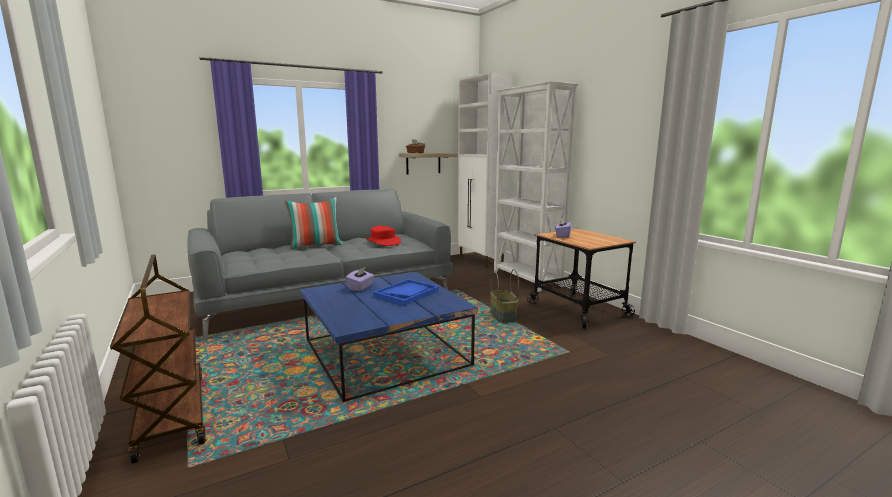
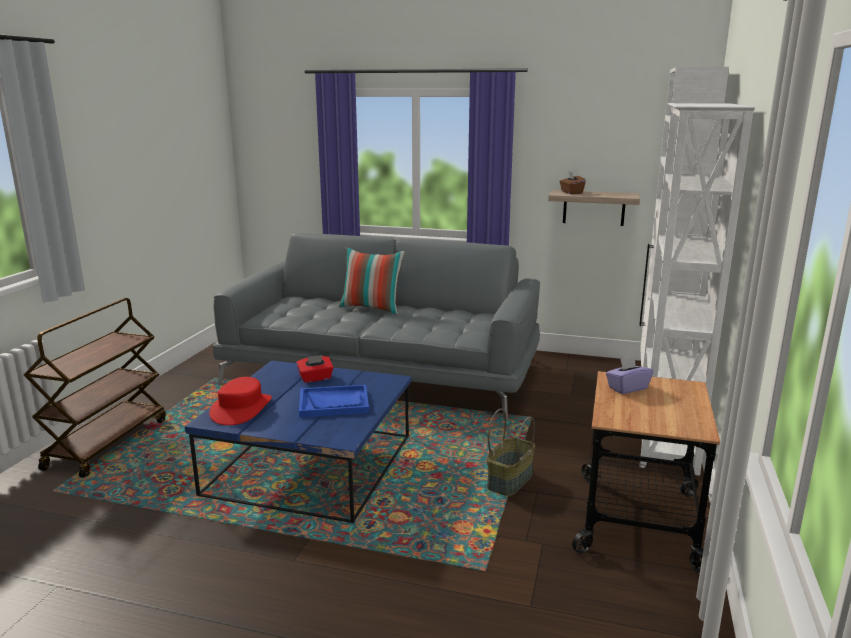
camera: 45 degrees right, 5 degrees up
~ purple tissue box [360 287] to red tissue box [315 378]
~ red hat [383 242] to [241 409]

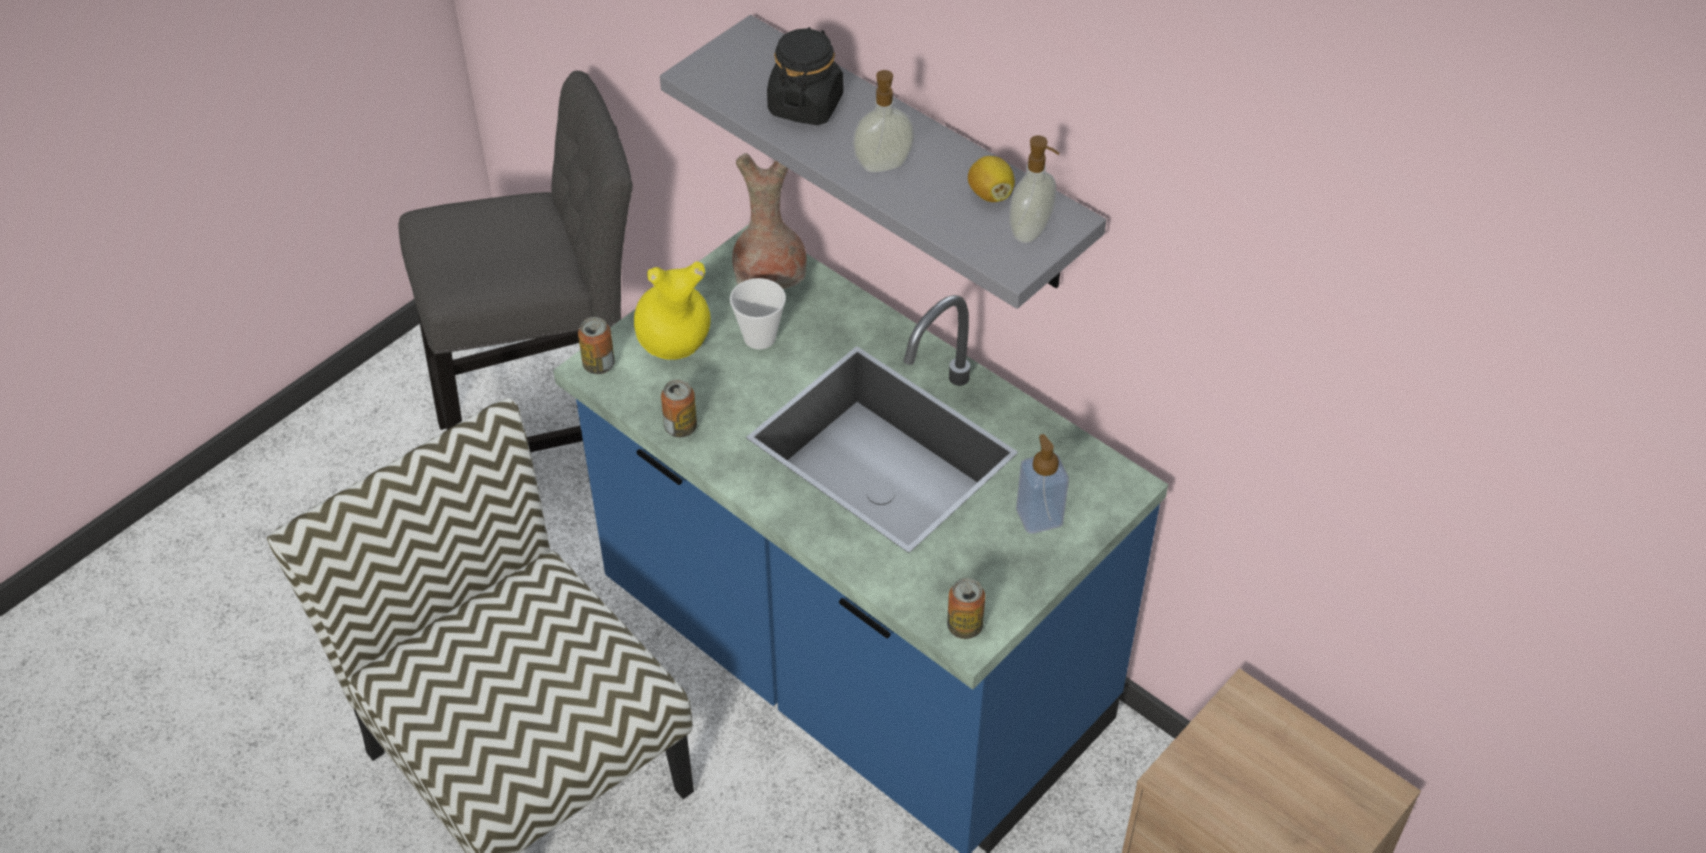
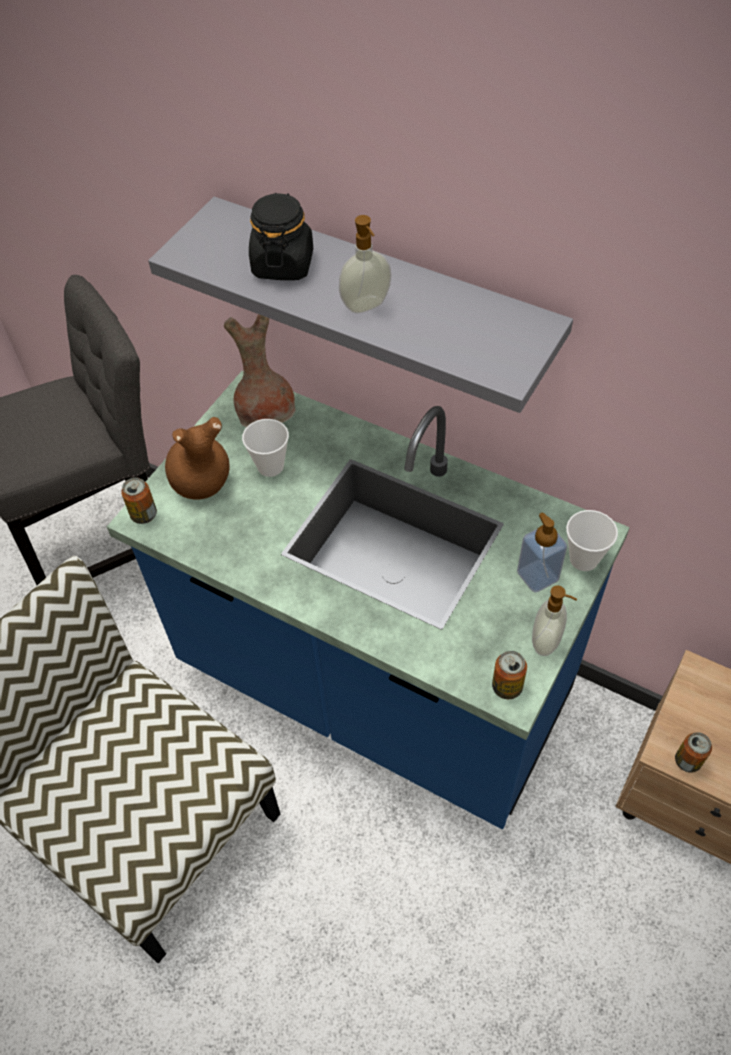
camera: 10 degrees left, 5 degrees up
~ yellow vase [673 343] to brown vase [201 484]
~ can [680 427] to [687 761]
- lemon [990 194]
~ soap dispenser [1031 231] to [547 642]
+ cup [583 559]

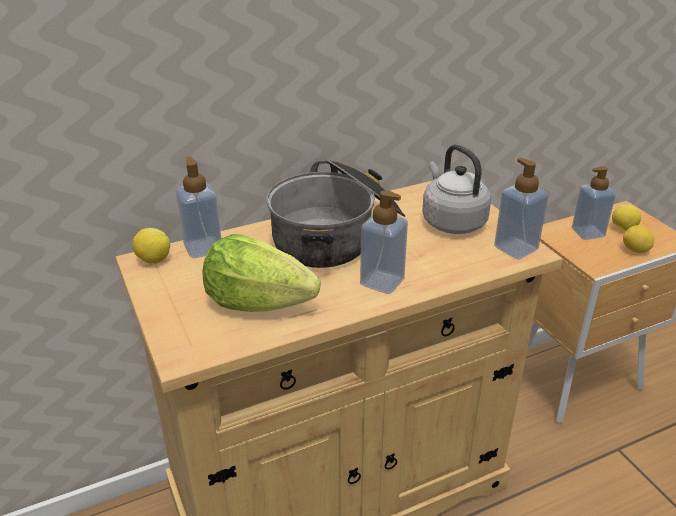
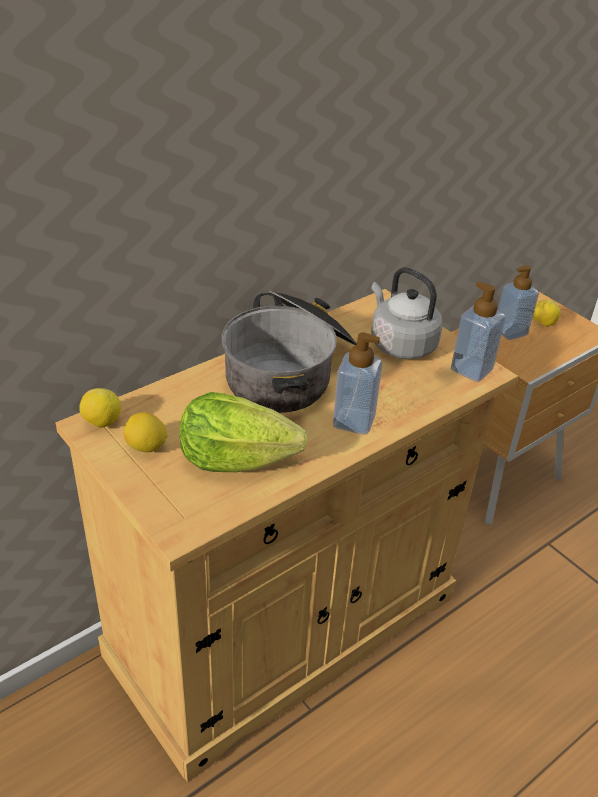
camera: 15 degrees left, 5 degrees up
- soap dispenser [203 248]
~ lemon [635 250] to [146 447]

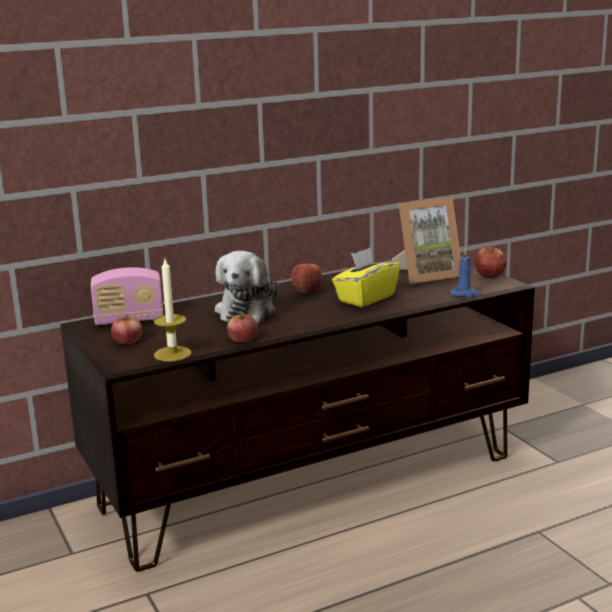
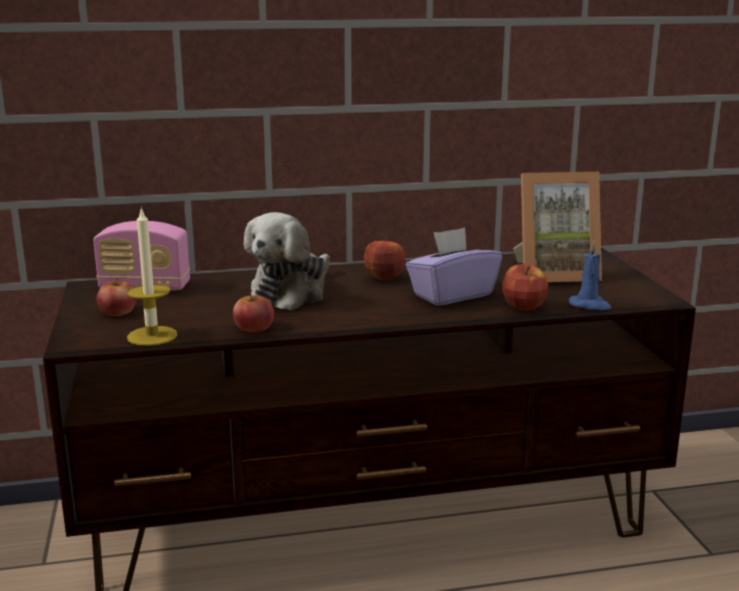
camera: 15 degrees right, 0 degrees up
~ yellow tissue box [365 298] to purple tissue box [452 295]
~ apple [489 275] to [523 306]

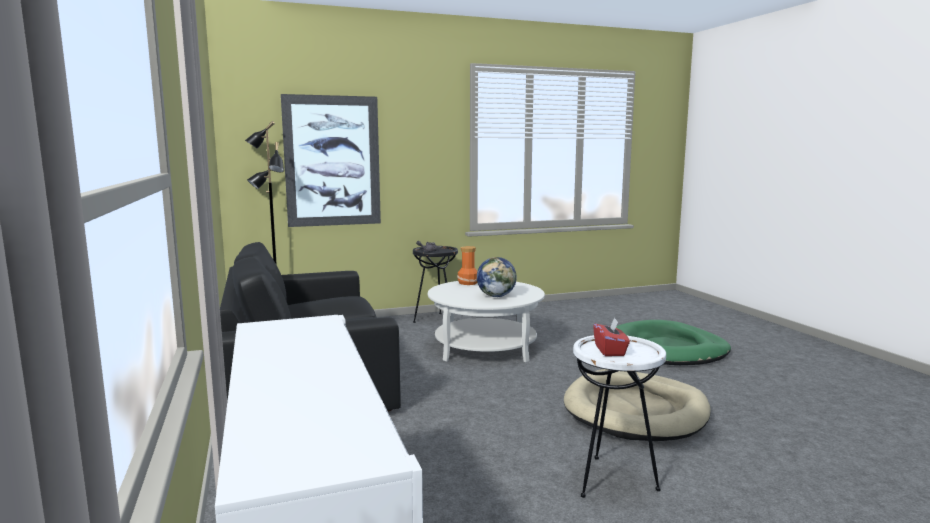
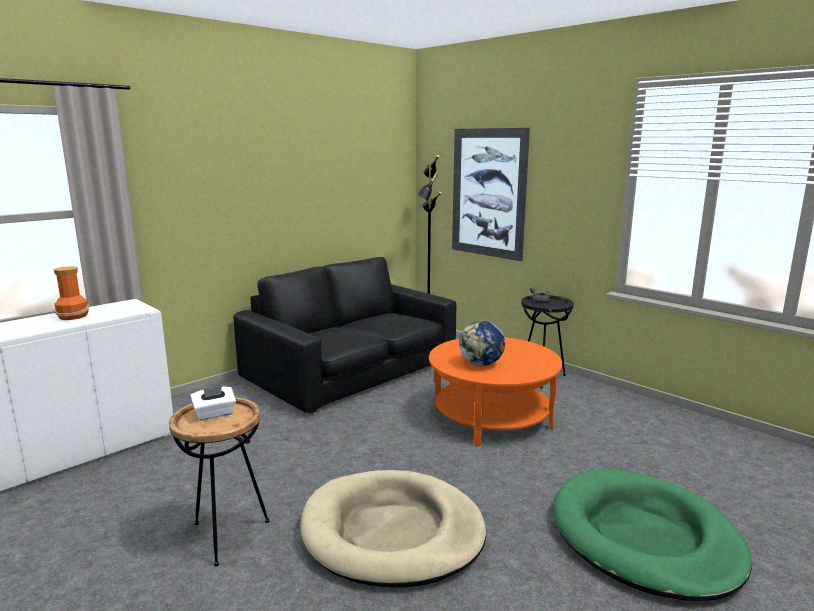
camera: 65 degrees right, 5 degrees up
~ white coffee table [485 347] to orange coffee table [491 417]
~ vase [467 283] to [74 316]
~ white side table [612 480] to brown side table [227 536]
~ red tissue box [610 350] to white tissue box [214 414]

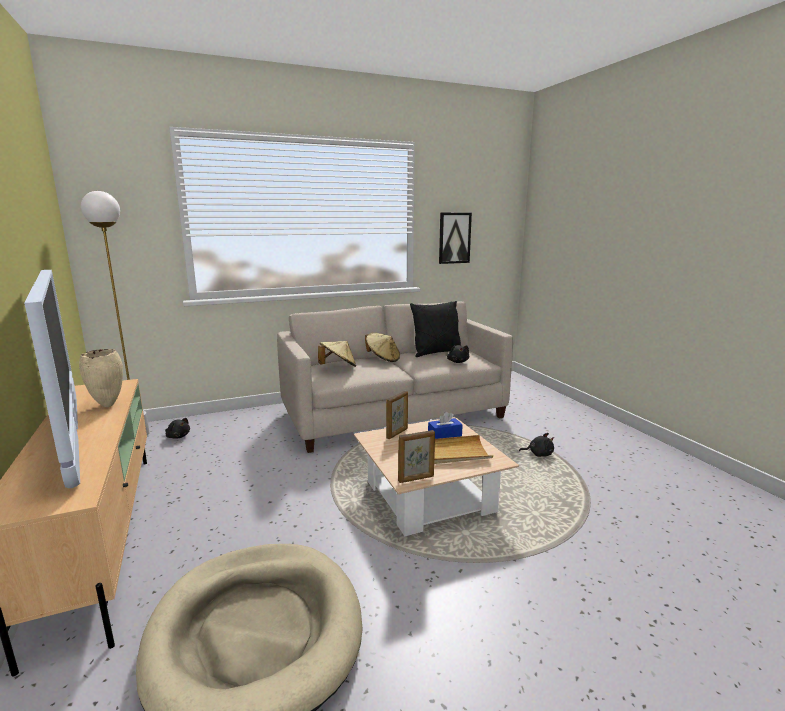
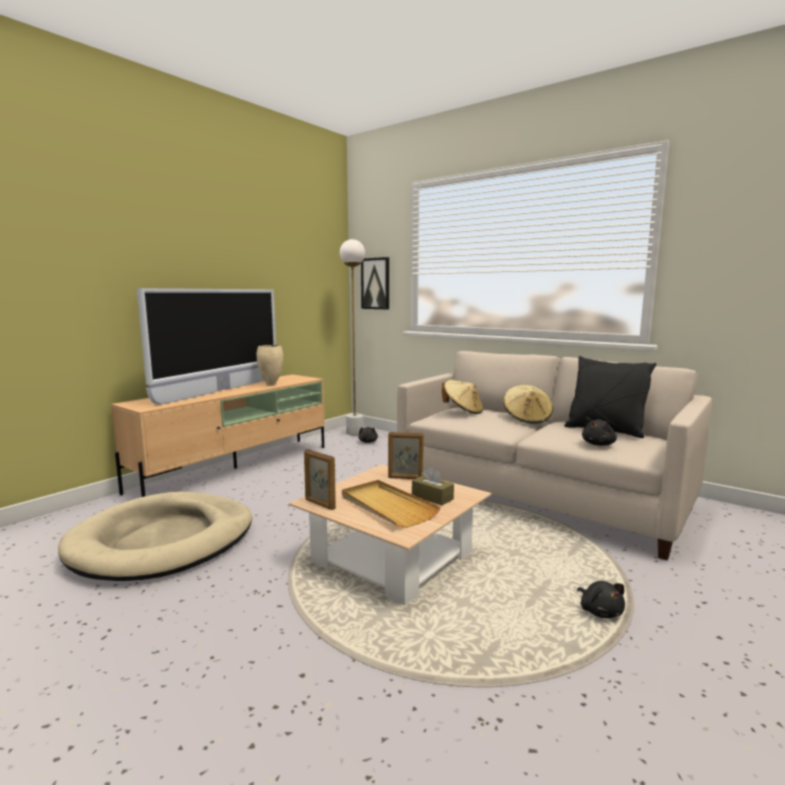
camera: 60 degrees right, 5 degrees down
~ blue tissue box [444 435] to brown tissue box [432 497]
~ picture [454 238] to [375 283]

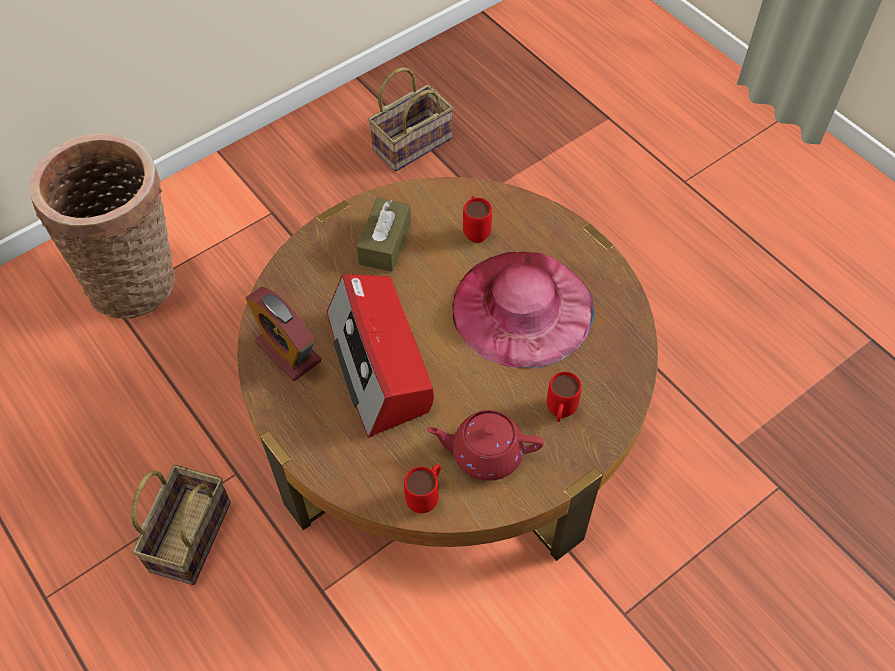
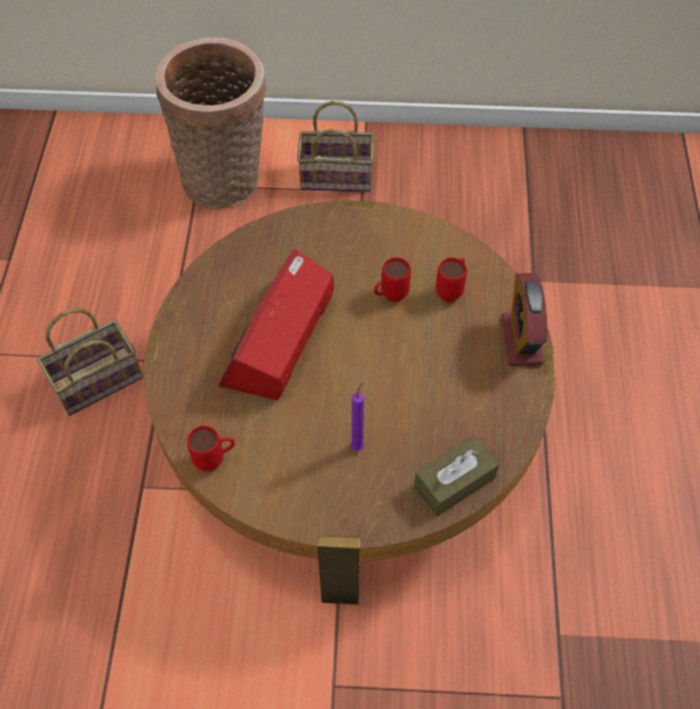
camera: 40 degrees right, 0 degrees up
~ alarm clock [288 351] to [521 340]
~ brown tissue box [385 243] to [454 482]
~ basket [413 142] to [338 176]
- red teapot [485 453]
- pink hat [522 308]
~ red mug [559 414] to [389 296]
+ purple candle [358 445]

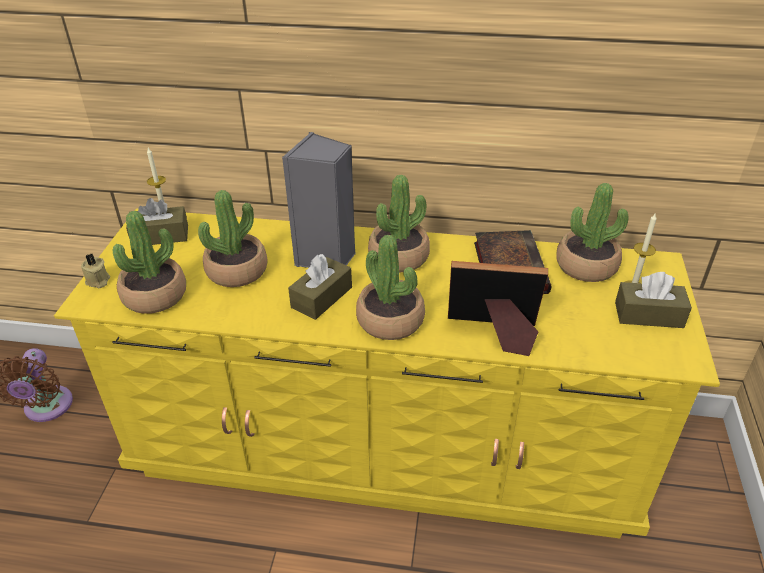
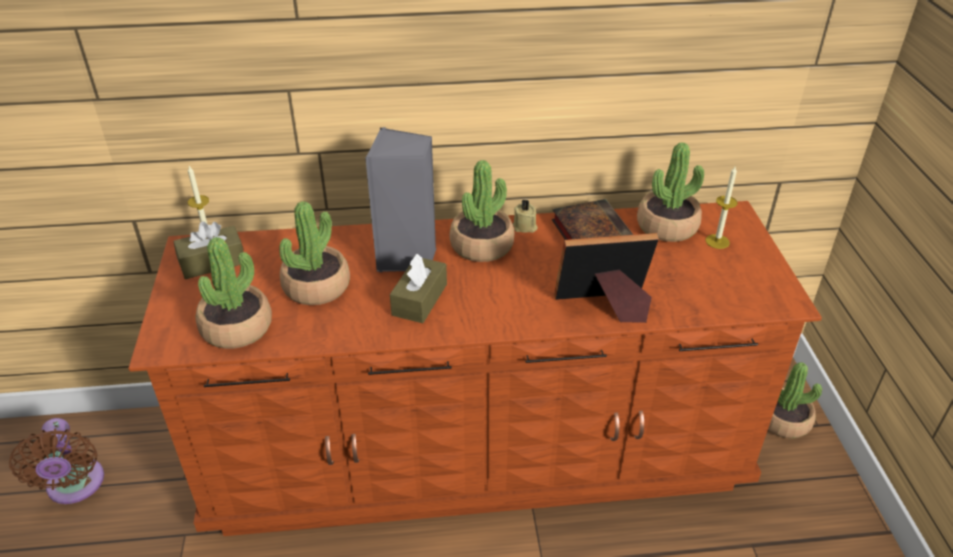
camera: 15 degrees left, 0 degrees up
~ yellow dresser [383 446] to brown dresser [476 450]
~ beige candle [98 281] to [525 227]
~ potted plant [390 320] to [784 420]
- brown tissue box [648 315]

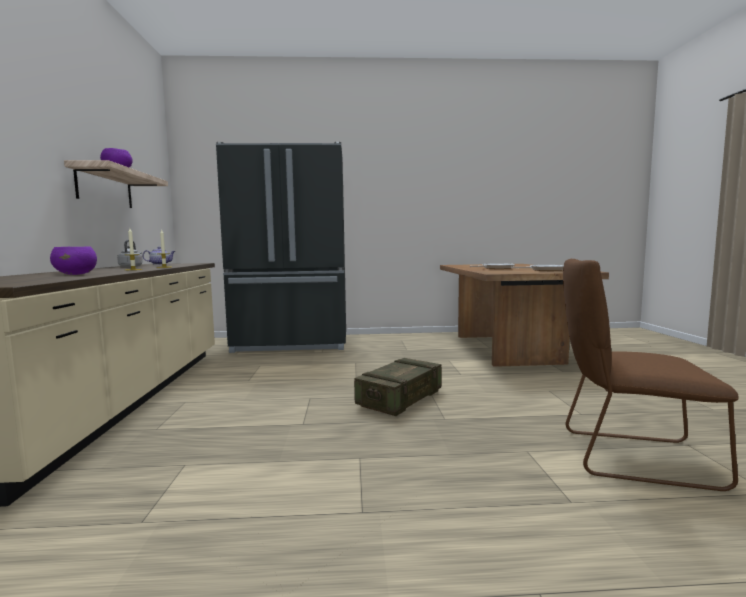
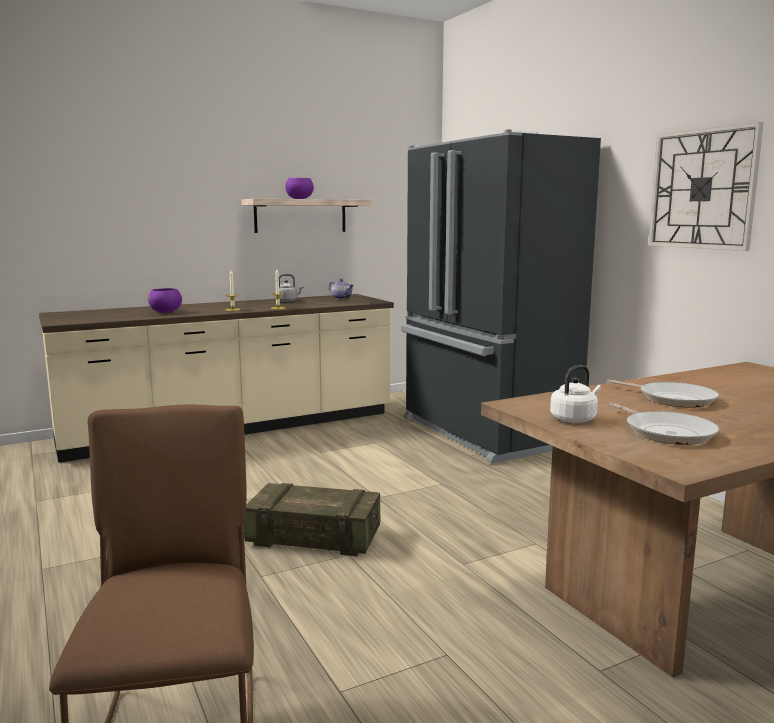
camera: 65 degrees right, 5 degrees up
+ white kettle [574 419]
+ wall clock [702 189]

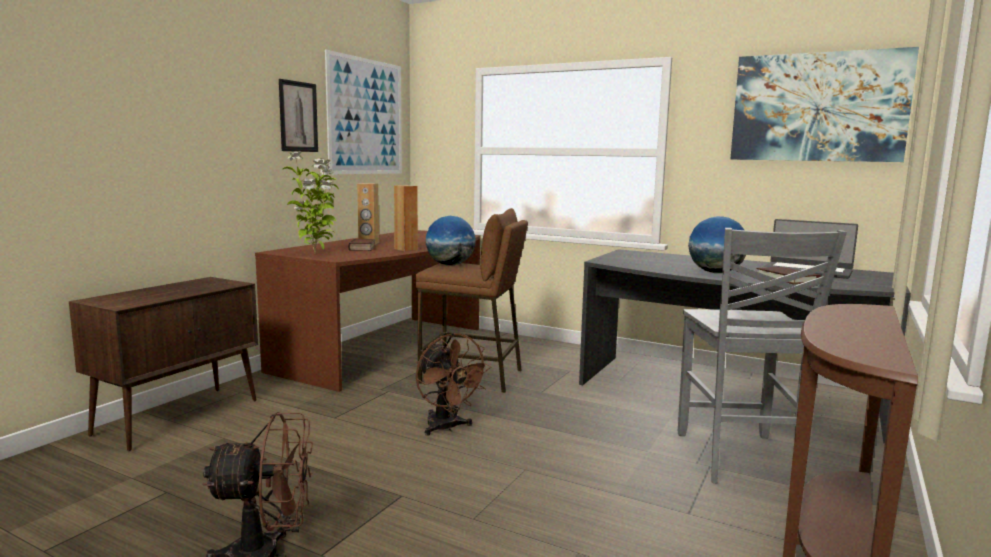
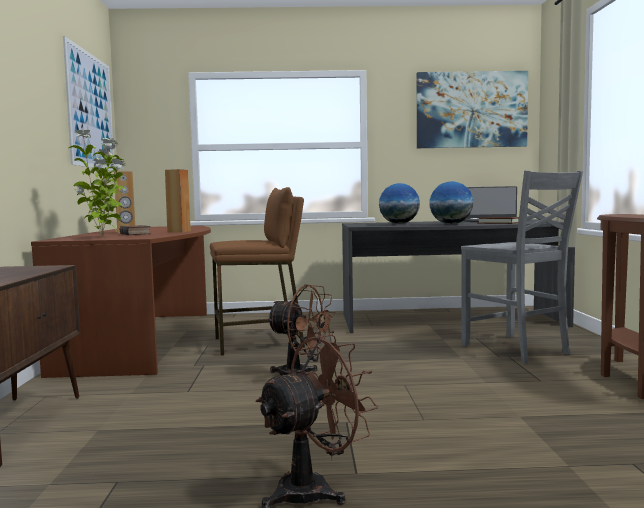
camera: 30 degrees left, 5 degrees down
- picture [298 116]
~ globe [450 265] to [399 224]

